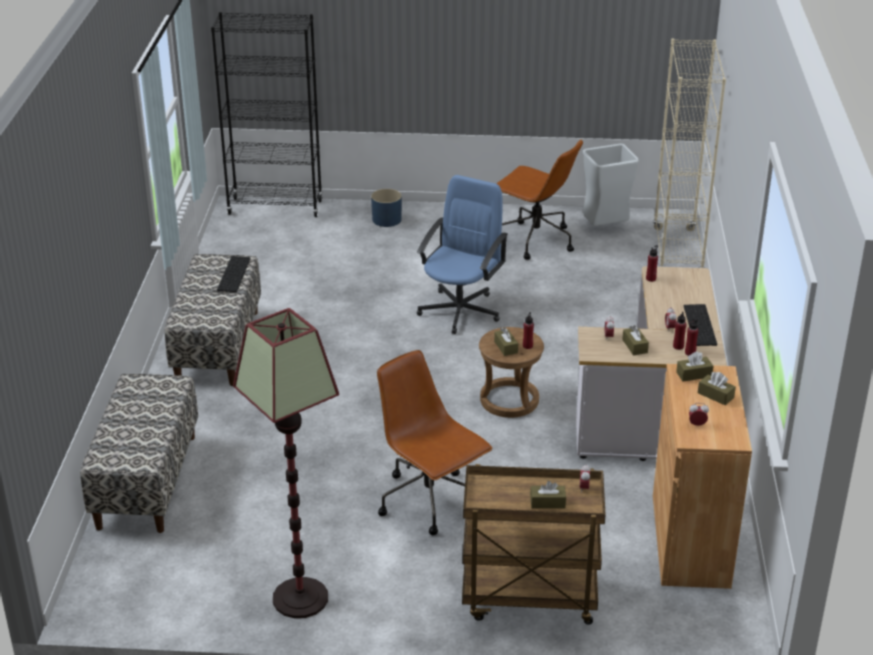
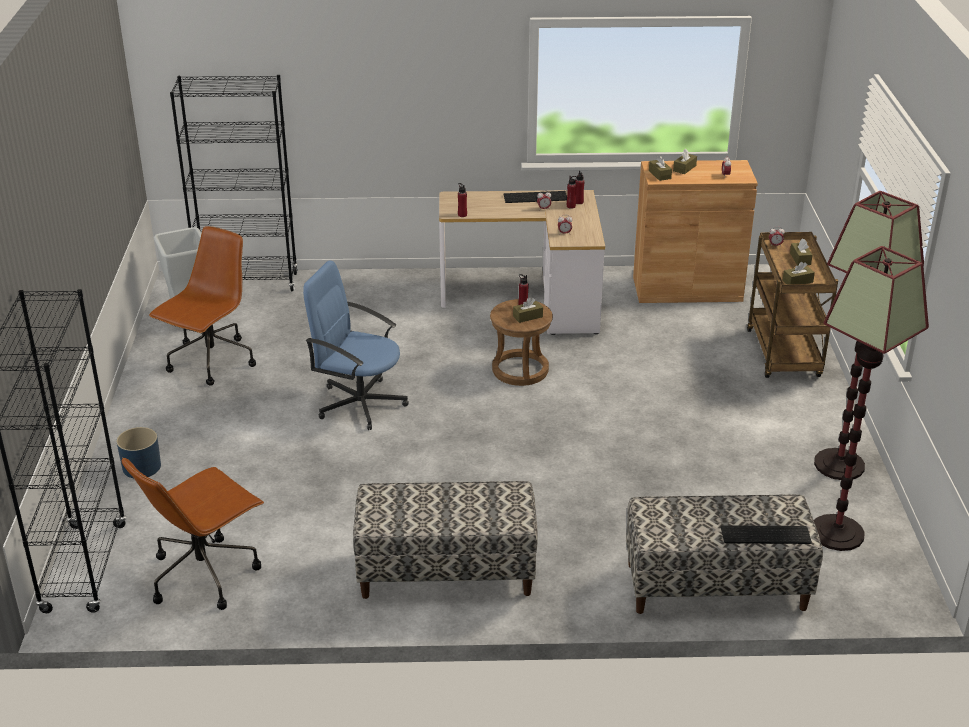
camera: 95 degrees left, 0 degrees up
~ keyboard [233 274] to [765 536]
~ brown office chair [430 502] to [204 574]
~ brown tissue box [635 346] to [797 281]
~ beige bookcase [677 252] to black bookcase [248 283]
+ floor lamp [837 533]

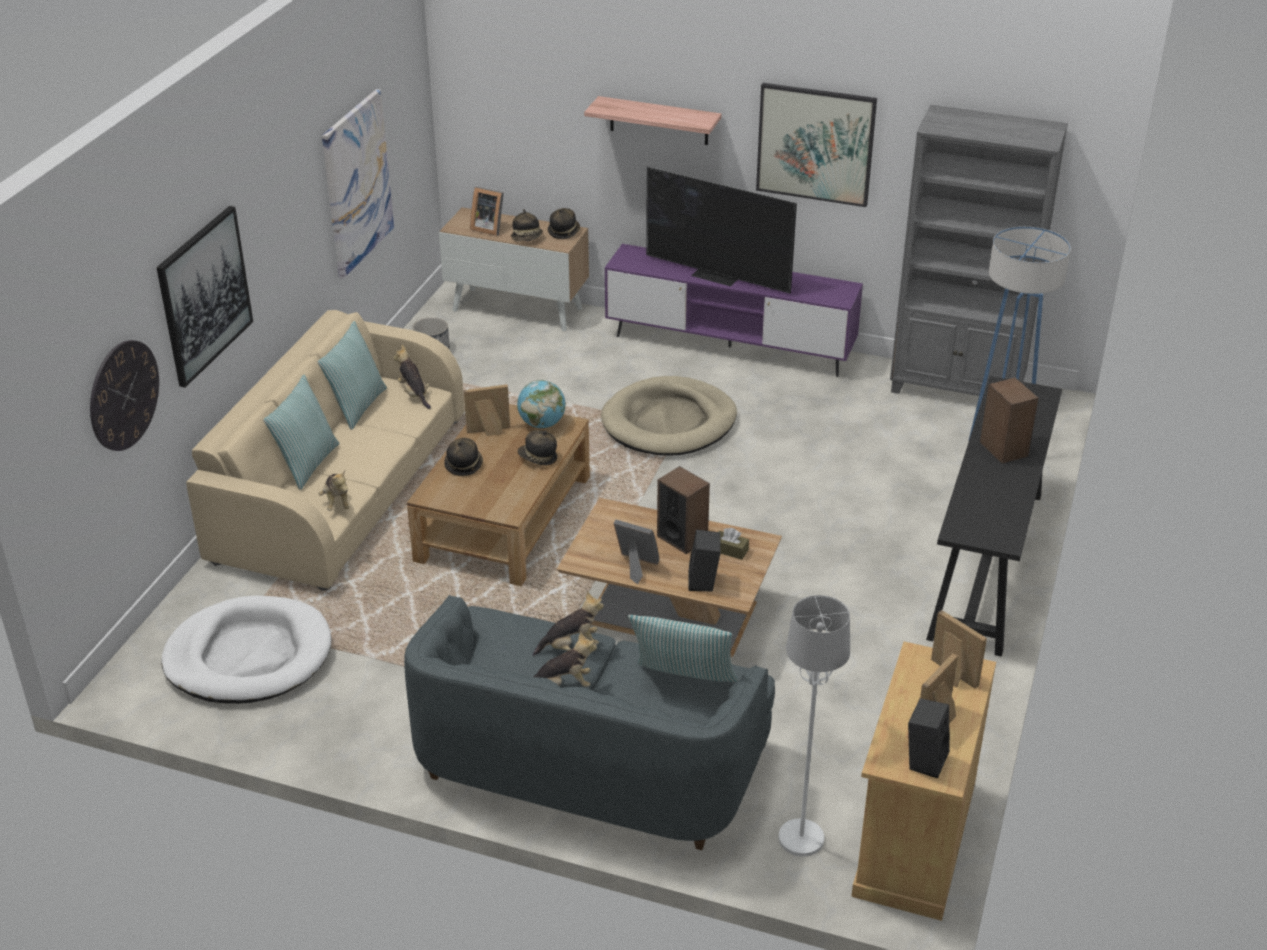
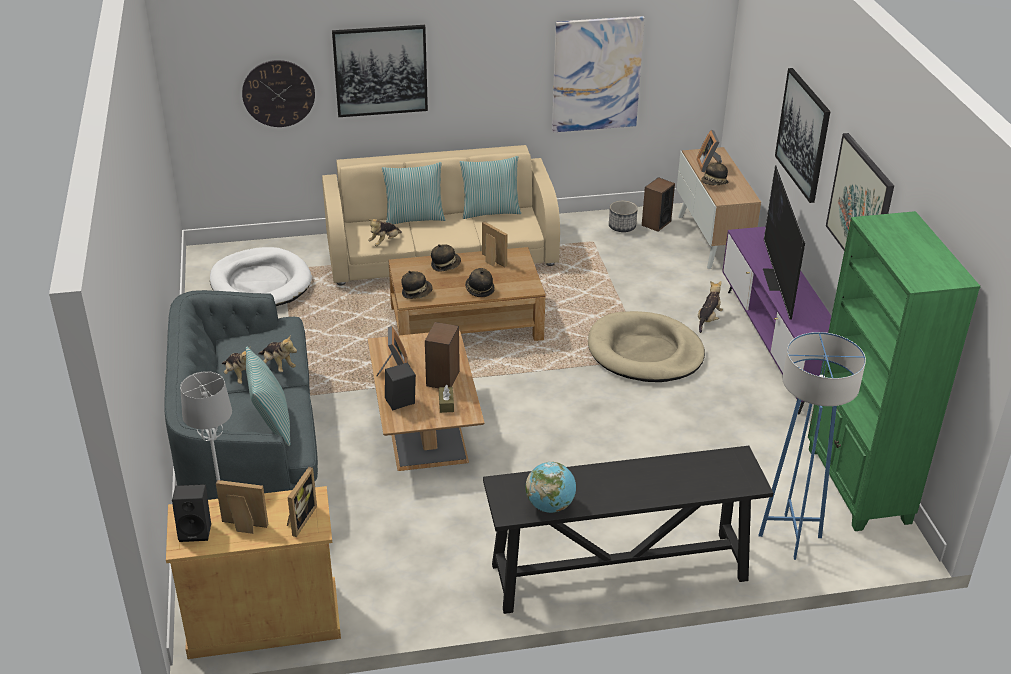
camera: 60 degrees right, 0 degrees up
~ plush toy [414 394] to [708 319]
~ globe [542 424] to [550 506]
~ hat [564 232] to [417 292]
~ shelf [659 121] to picture [803 134]
~ grey bookcase [957 388] to green bookcase [857 486]
~ speaker [1003 449] to [656 223]

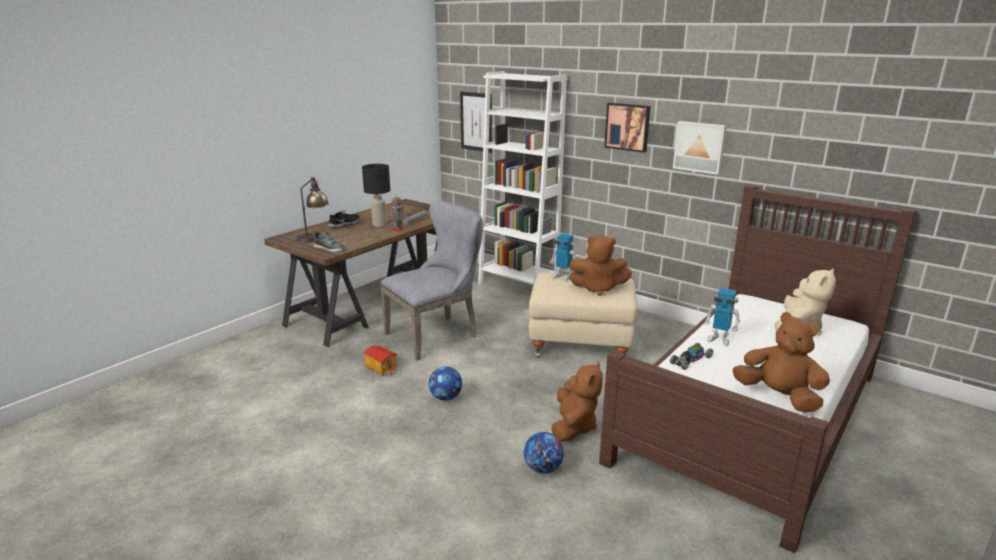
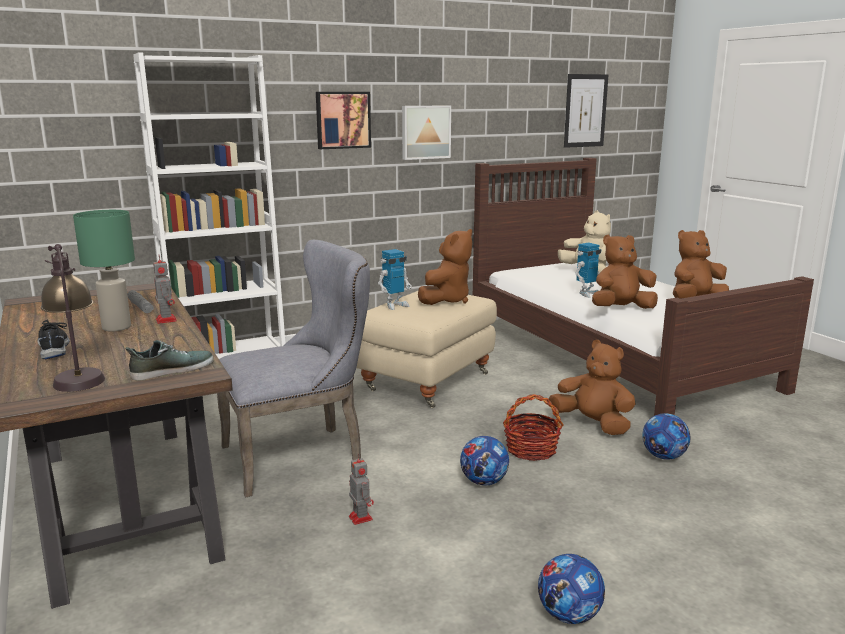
camera: 65 degrees left, 5 degrees down
~ black table lamp [380 225] to green table lamp [116 327]
~ toy house [381 368] to toy robot [360 517]
~ grey chair [437 334] = [301 455] 75 degrees clockwise
~ picture [476 121] to [585 111]
~ toy car [690 360] to brown plush toy [621 309]
+ basket [531 449]
+ football [569 615]

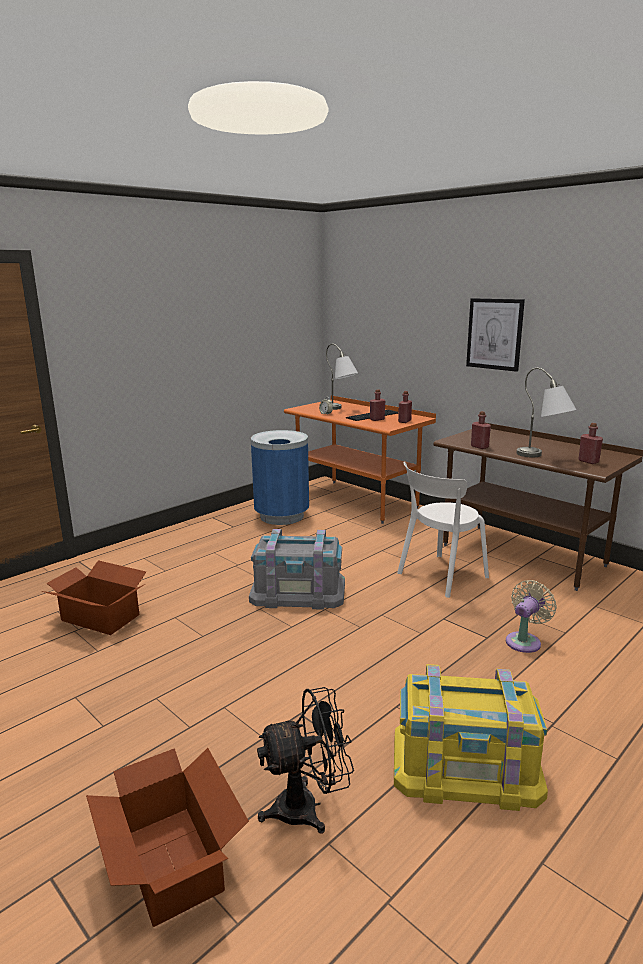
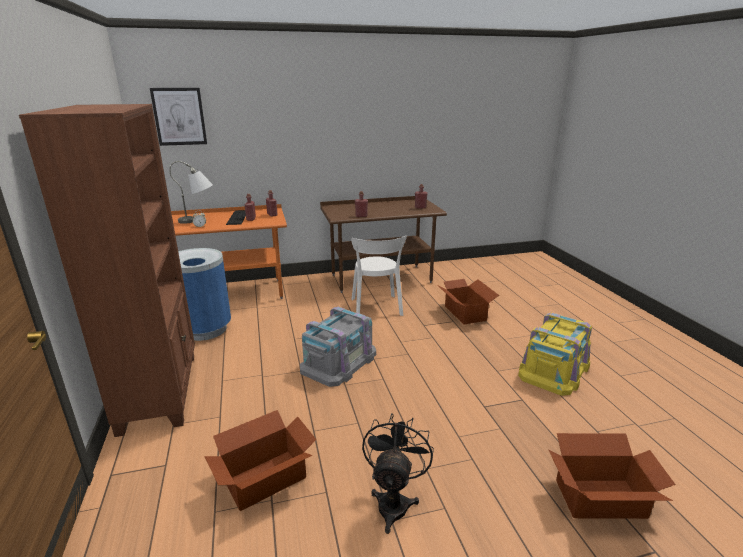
camera: 60 degrees left, 5 degrees up
~ black fan [308 807] to [394 501]
~ picture [494 334] to [179 116]
~ beige fan [525 641] to cardboard box [464 313]
- grey table lamp [543 457]
+ brown bookcase [161 391]

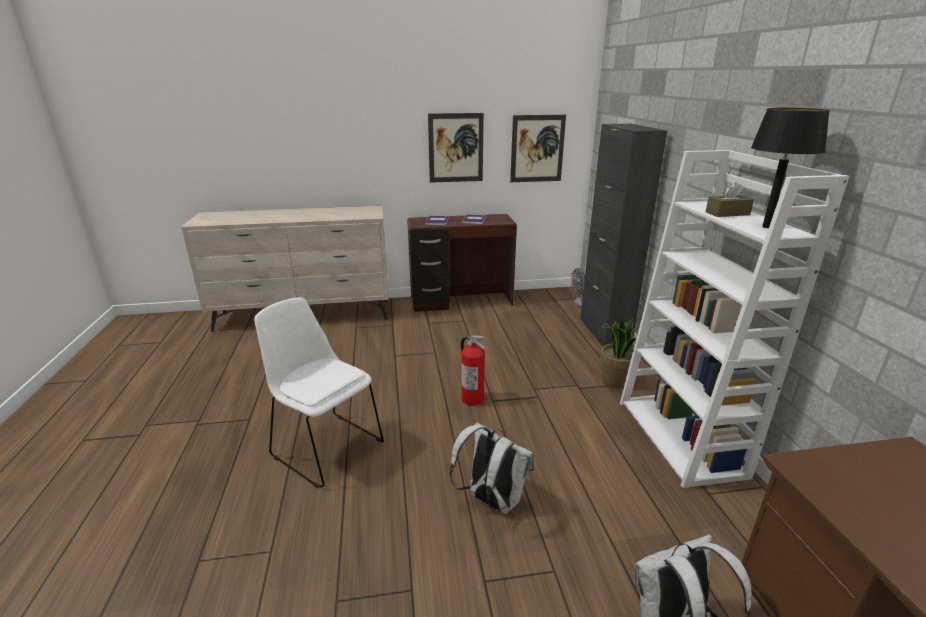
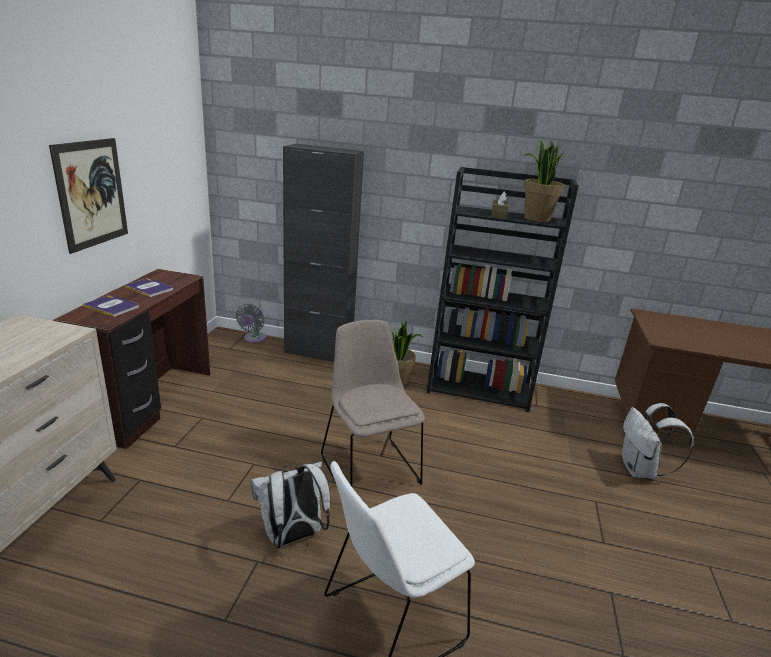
camera: 70 degrees left, 0 degrees up
~ white backpack [491 500] to [292 536]
~ fire extinguisher [472 399] to beige chair [369 467]
- picture [537 149]
~ white bookcase [681 438] to black bookcase [479 388]
~ black table lamp [766 227] to potted plant [536 218]

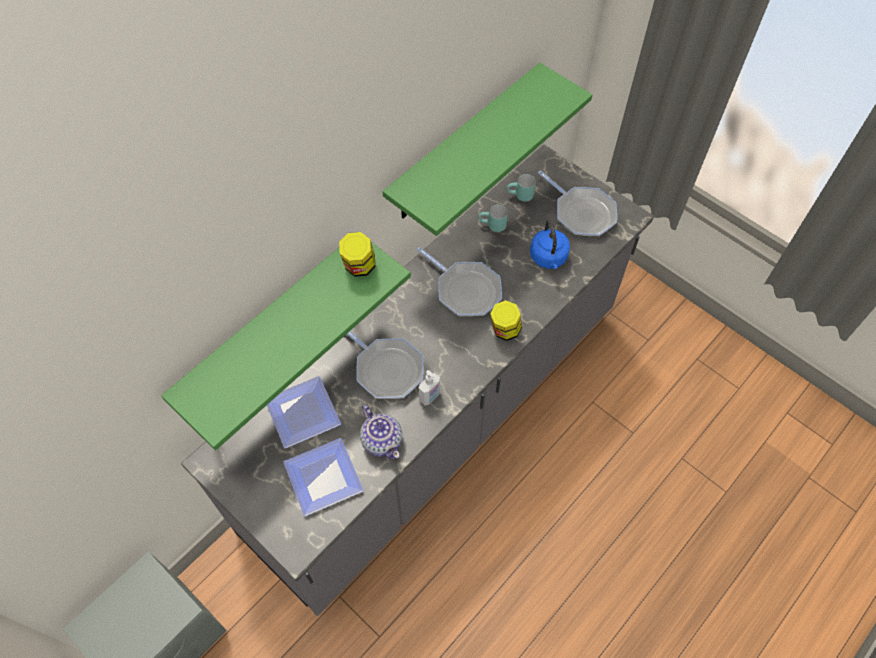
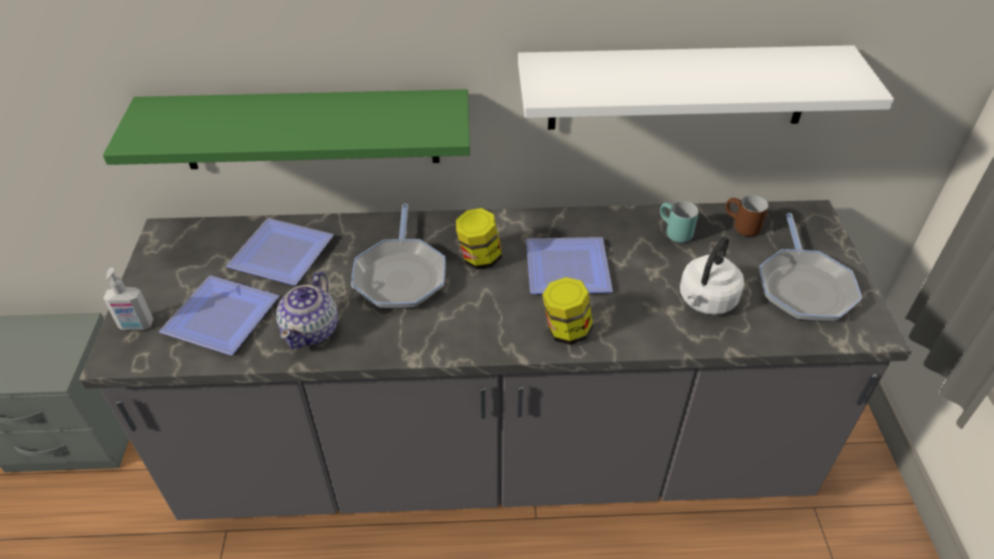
camera: 45 degrees right, 15 degrees down
~ jar [359 267] to [479 258]
~ green shelf [464 144] to white shelf [680 88]
~ frying pan [465 290] to plate [570 267]
~ soap dispenser [430 397] to [136 326]
~ turquoise mug [520 196] to brown mug [740 227]
~ blue kettle [548 258] to white kettle [705 301]

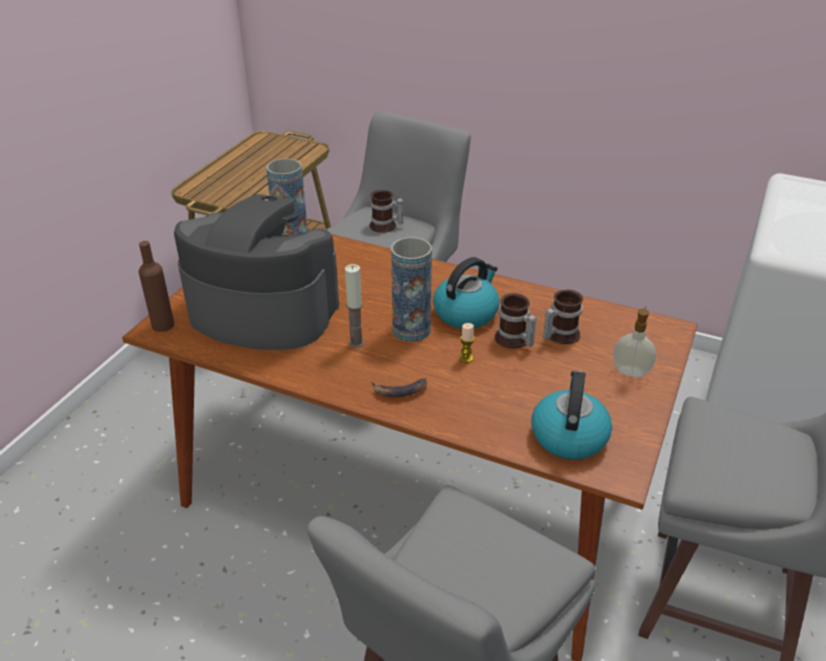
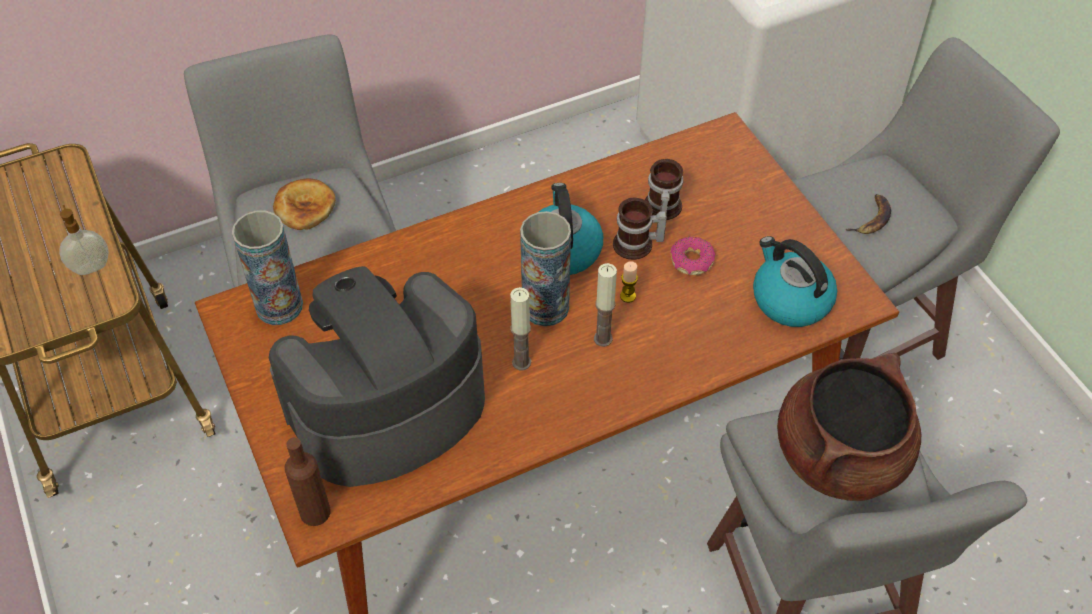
camera: 50 degrees left, 15 degrees up
~ mug [385 226] to bread [305 207]
~ banana [400 390] to [871 218]
~ soap dispenser [631 371] to [91 266]
+ candle [603 339]
+ donut [691 261]
+ brown cooking pot [839 455]

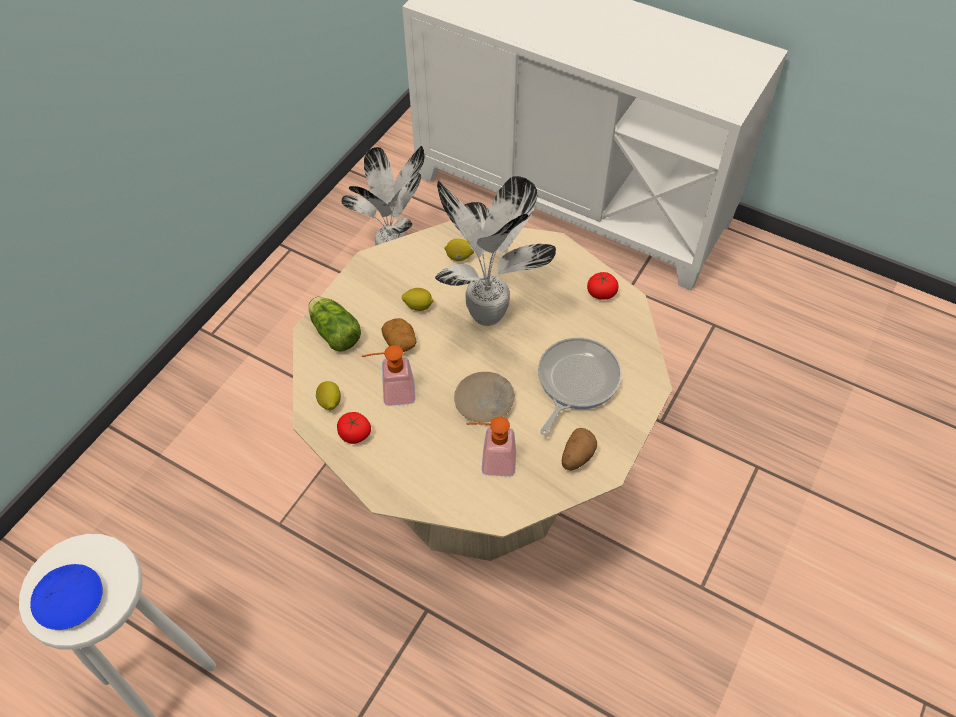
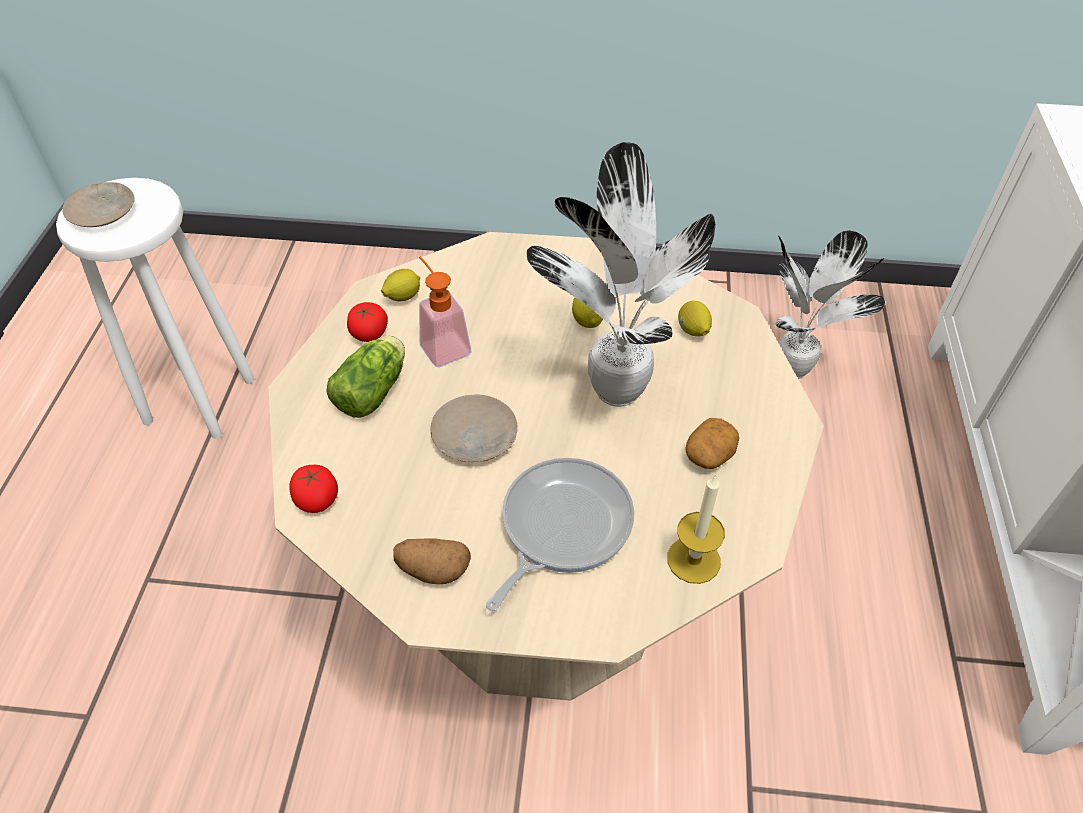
camera: 65 degrees right, 5 degrees down
~ blue plate [69 599] to beige plate [103 212]
~ lettuce [334 331] to [374 389]
~ potato [400 342] to [709 455]
- soap dispenser [491 462]
~ frying pan [575 382] = [561 527] 60 degrees counterclockwise
~ tomato [601 293] to [317 498]
+ candle [693 560]

